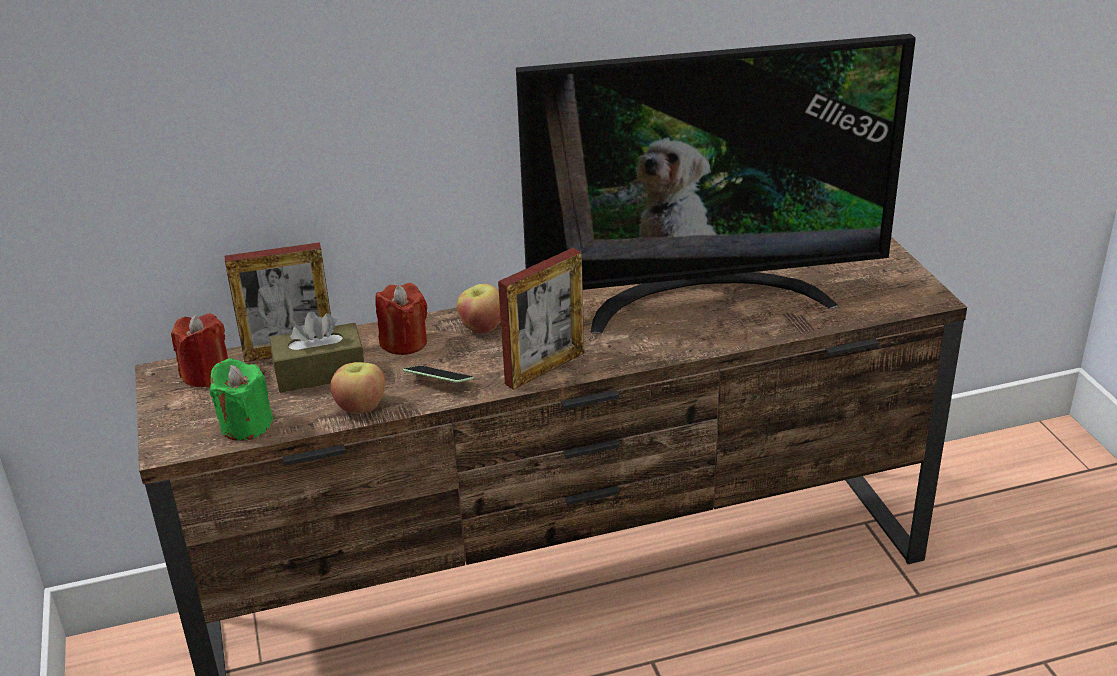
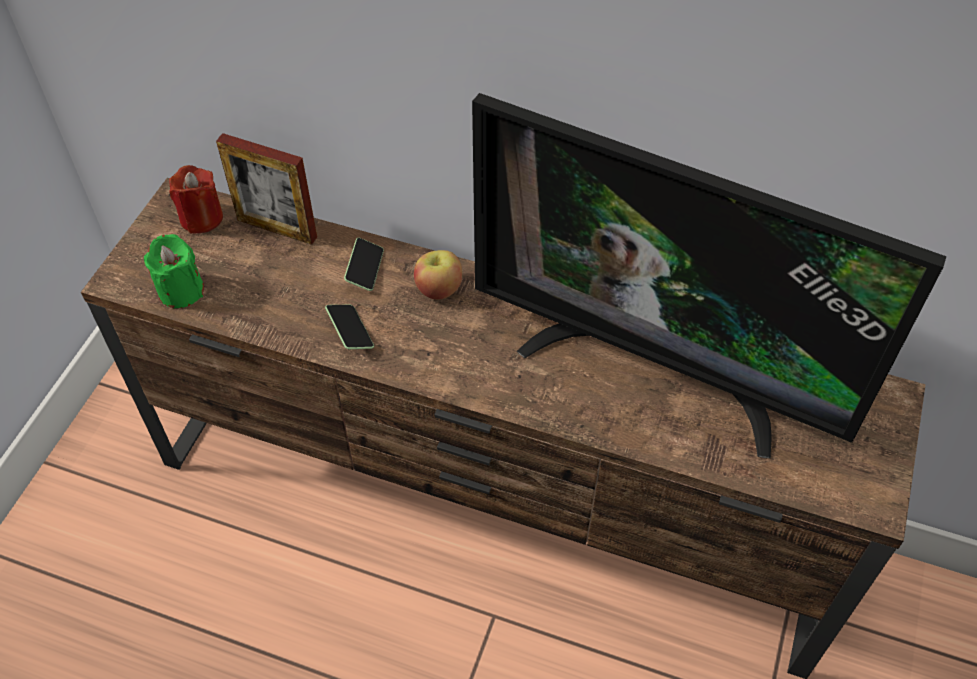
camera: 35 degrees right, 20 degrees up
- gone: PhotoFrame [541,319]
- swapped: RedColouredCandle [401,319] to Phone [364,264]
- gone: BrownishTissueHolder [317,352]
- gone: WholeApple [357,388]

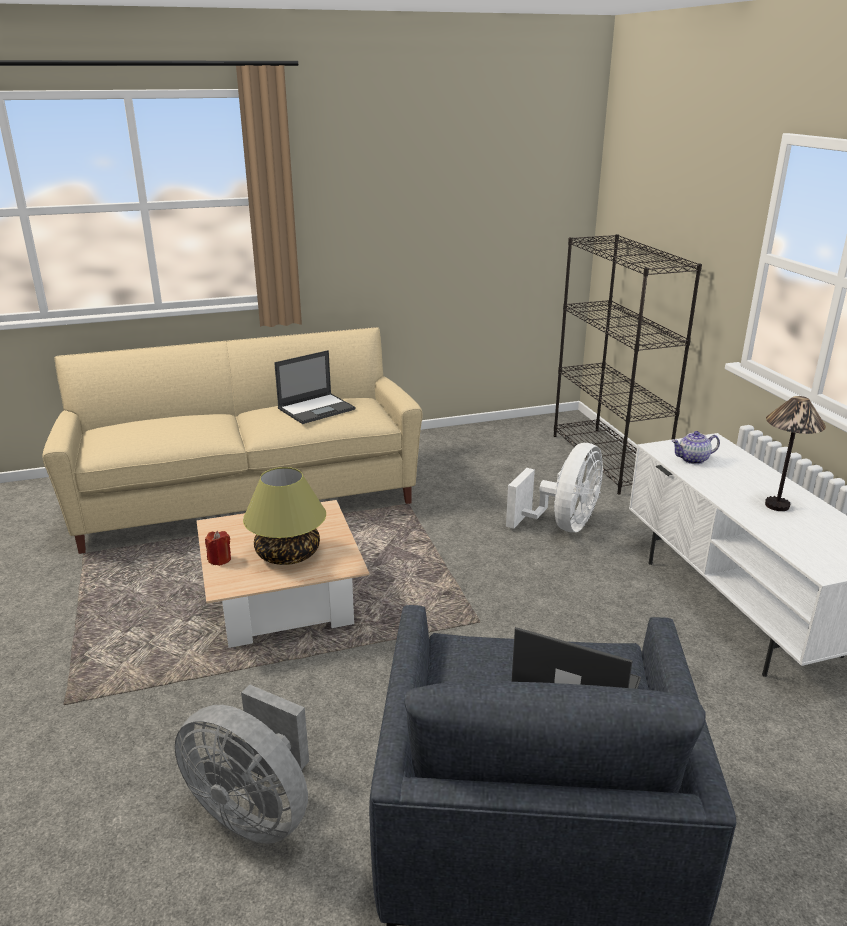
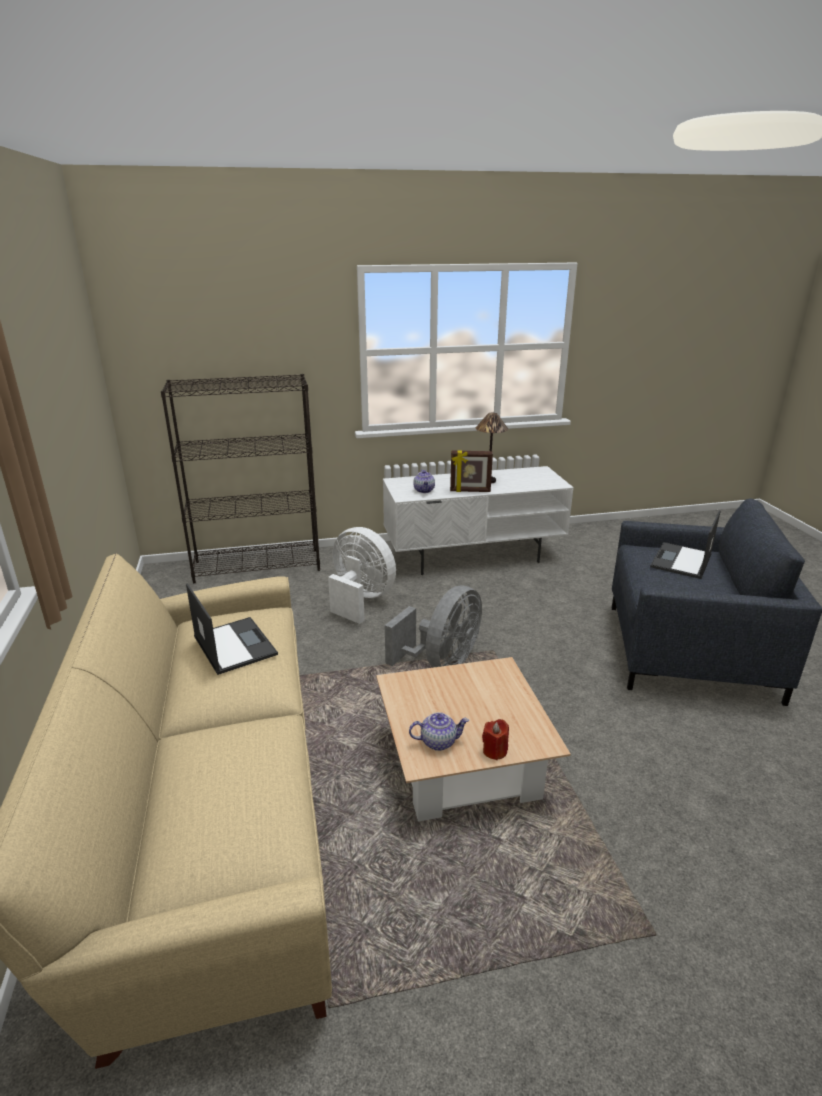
camera: 85 degrees left, 0 degrees up
- gone: LampForATable [284,516]
- shifted: GrayElectricFan [242,764] to [433,627]
- new: PhotoFrame [471,471]
- new: Teapot [439,731]

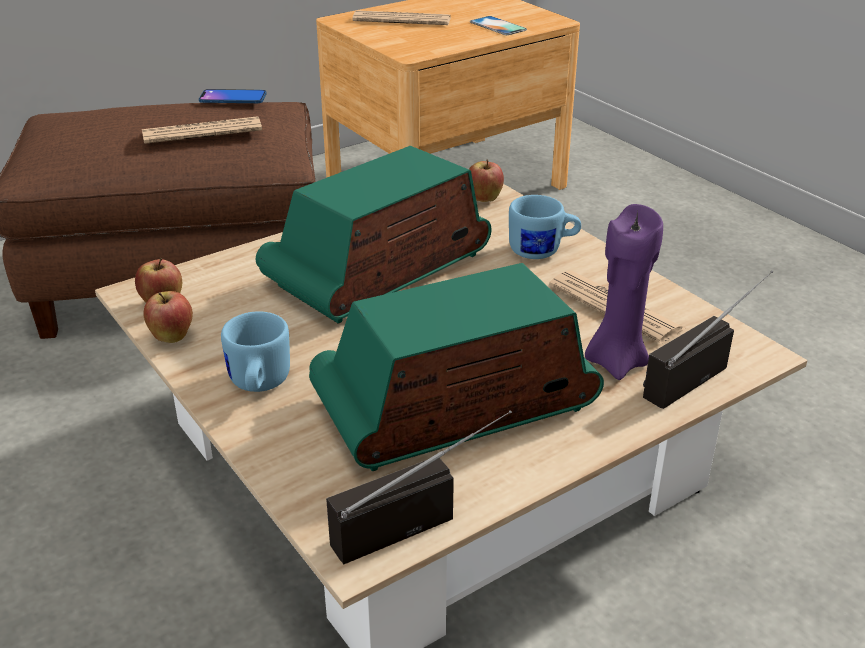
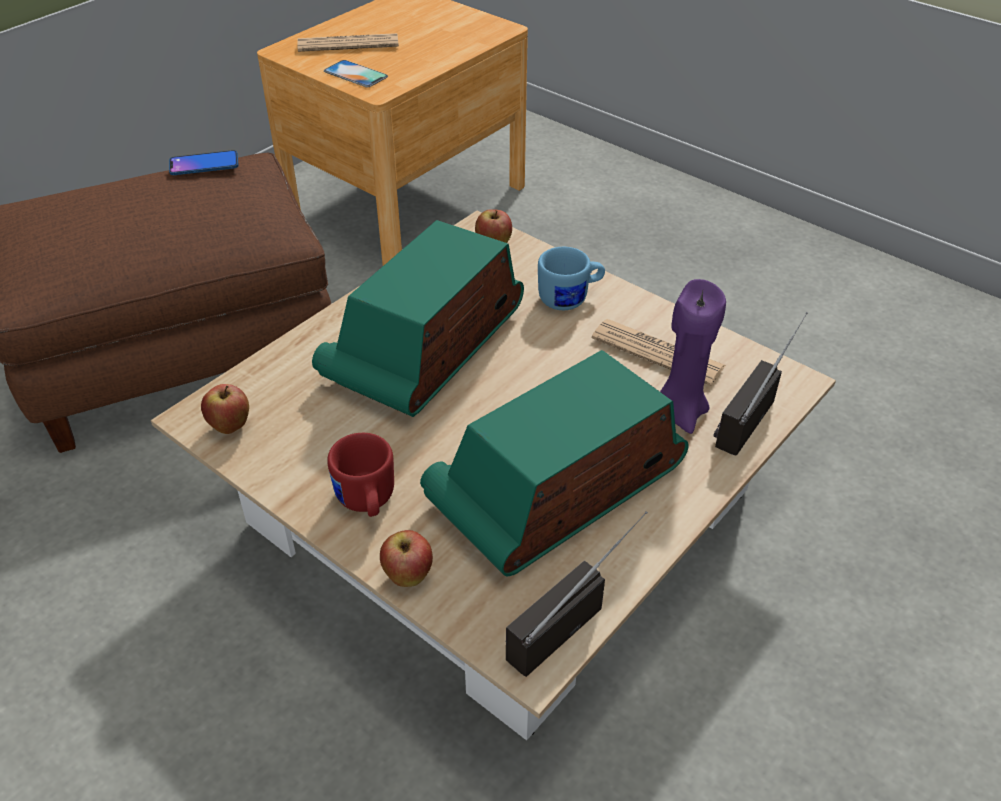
camera: 15 degrees left, 10 degrees up
- shifted: Phone [498,25] to [356,73]
- gone: PrintedPaper [202,130]
- shifted: WholeApple [168,317] to [406,558]
- repainted: BlueColouredCoffeeMug [255,352] to RedColouredCoffeeMug [360,475]

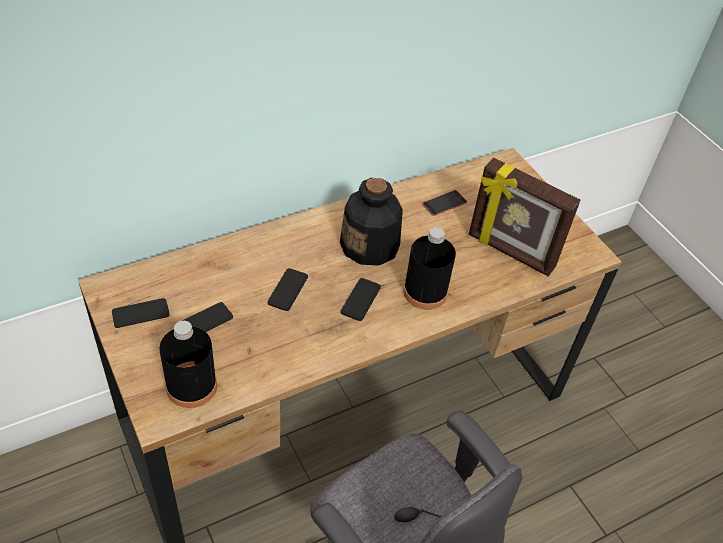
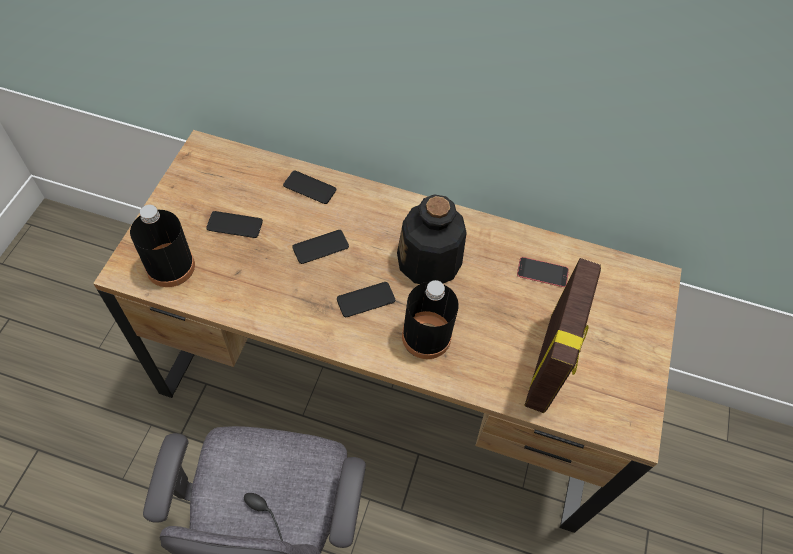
camera: 45 degrees right, 10 degrees up
- rotated: PhotoFrame [524,217] = [562,335] 150 degrees counterclockwise
- shifted: Phone [140,313] to [309,187]

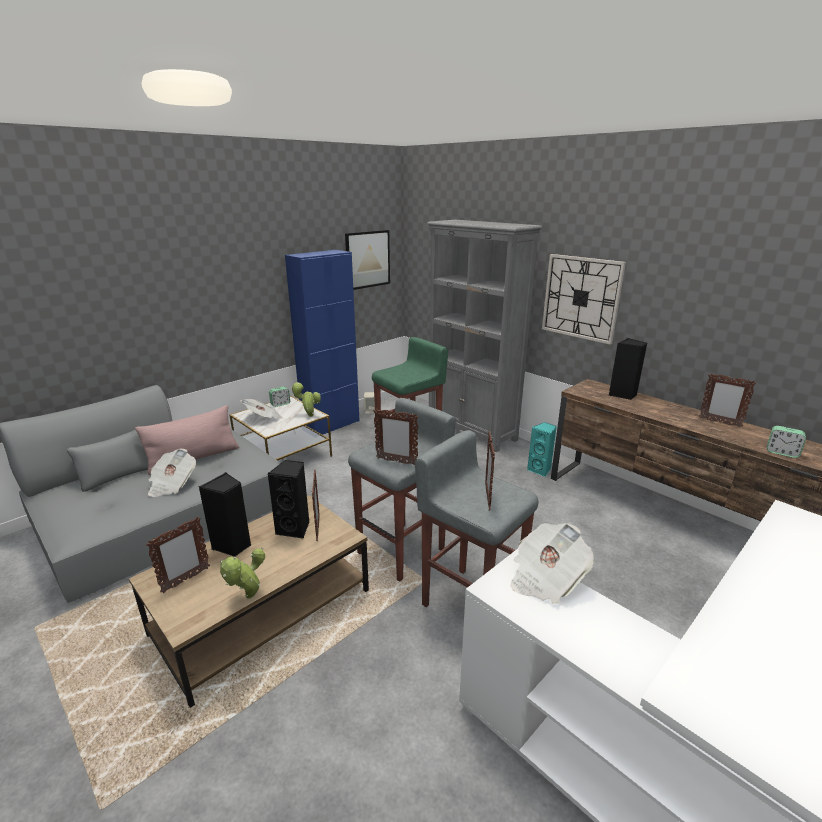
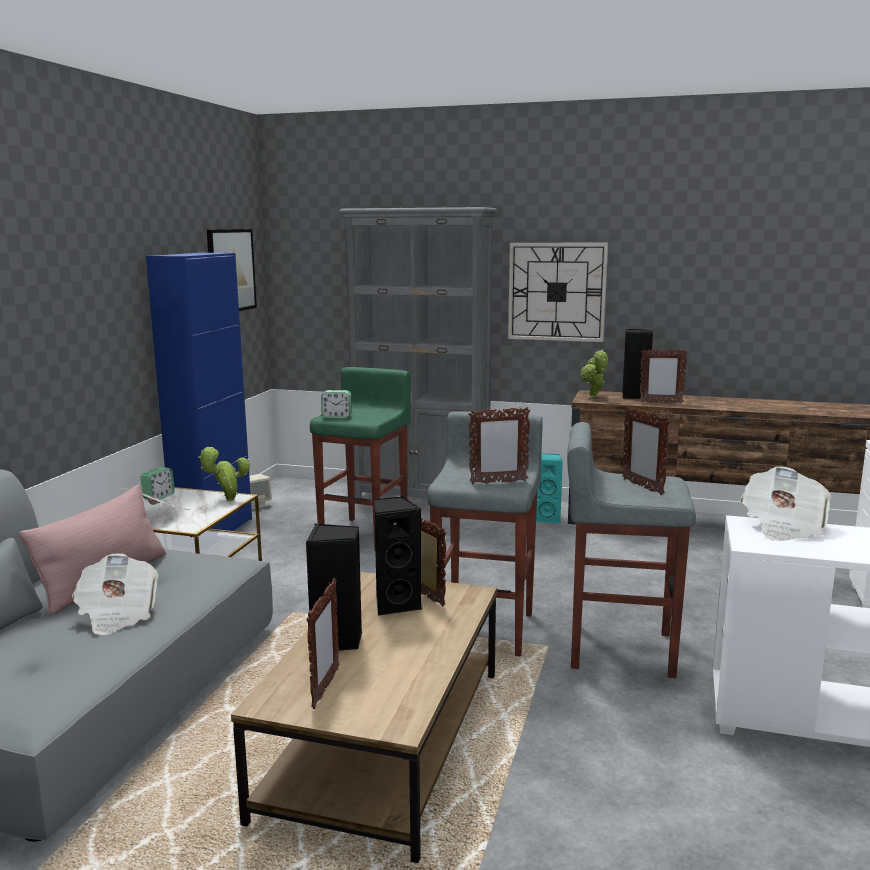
camera: 30 degrees left, 10 degrees down
- shifted: PhotoFrame [727,400] to [663,376]
- shifted: TableClock [786,442] to [336,404]
- shifted: PottedPlant [242,573] to [594,374]

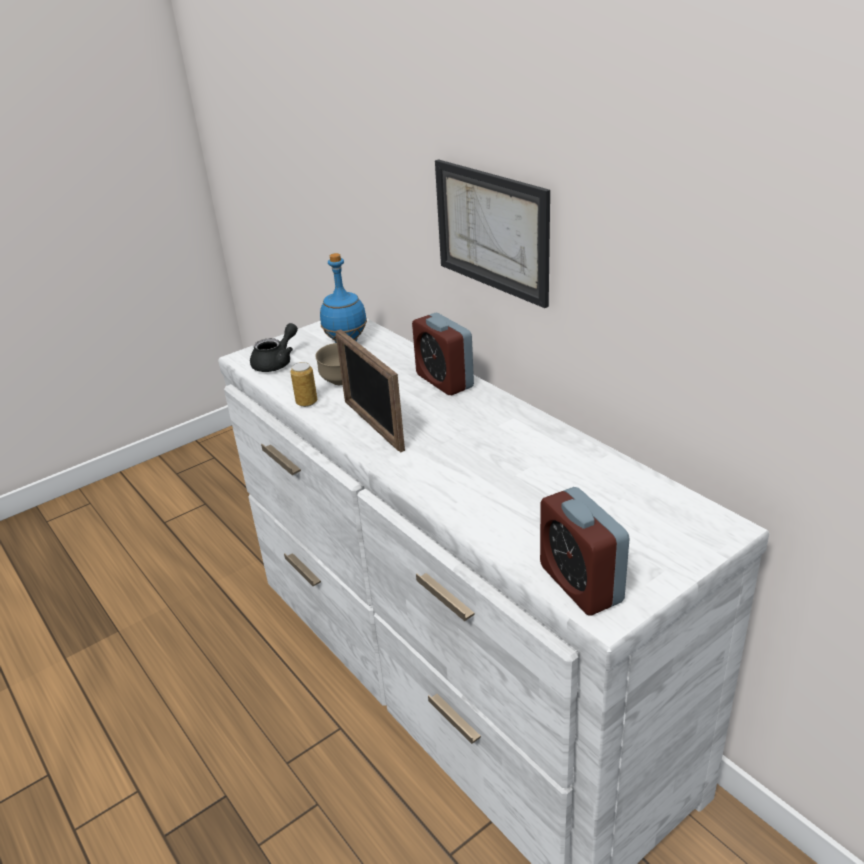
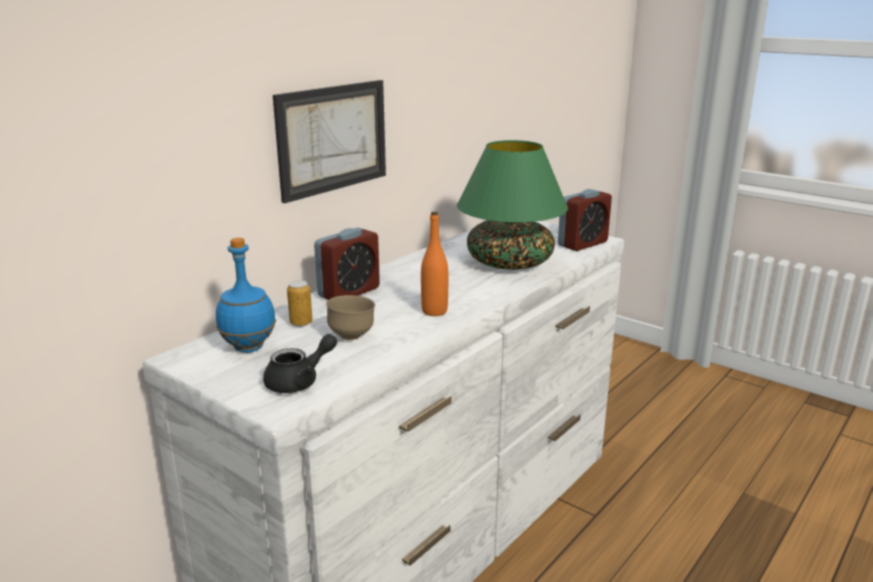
camera: 105 degrees left, 10 degrees down
- rotated: BlackishTeapot [274,347] = [300,363] 120 degrees clockwise
- swapped: PhotoFrame [370,391] to OrangeyBottle [434,263]
- shifted: MetalCan [303,384] to [299,303]
- new: GreenLampForATable [512,204]

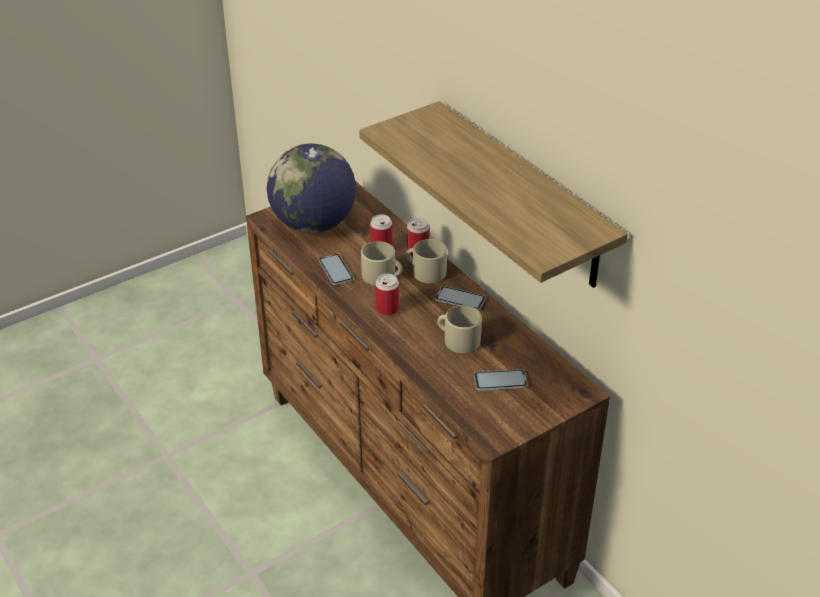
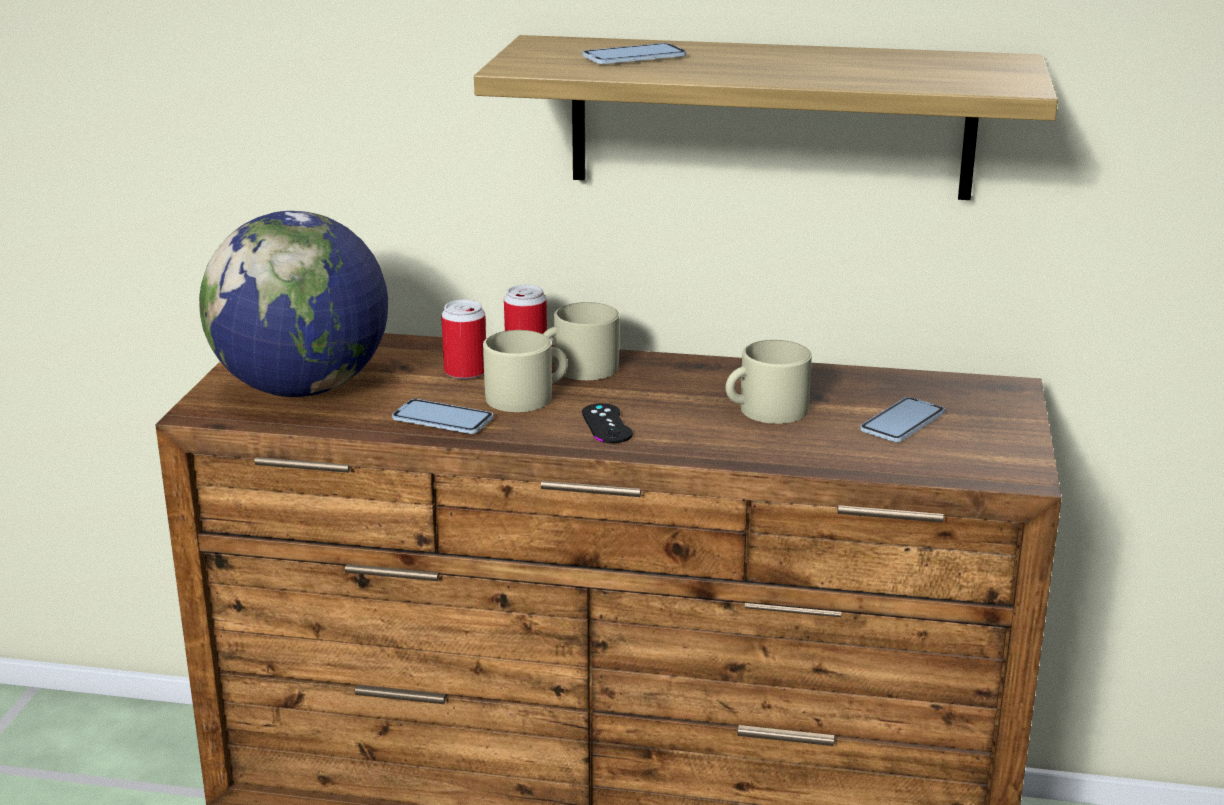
camera: 45 degrees left, 15 degrees down
- swapped: MetalCan [387,295] to BlackishGamepad [607,423]
- shifted: Phone [460,298] to [634,53]

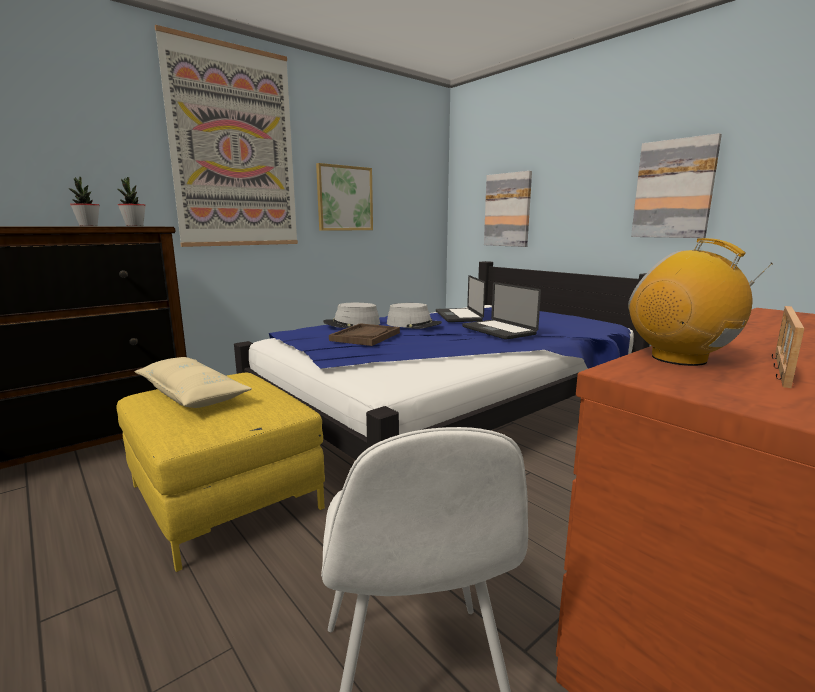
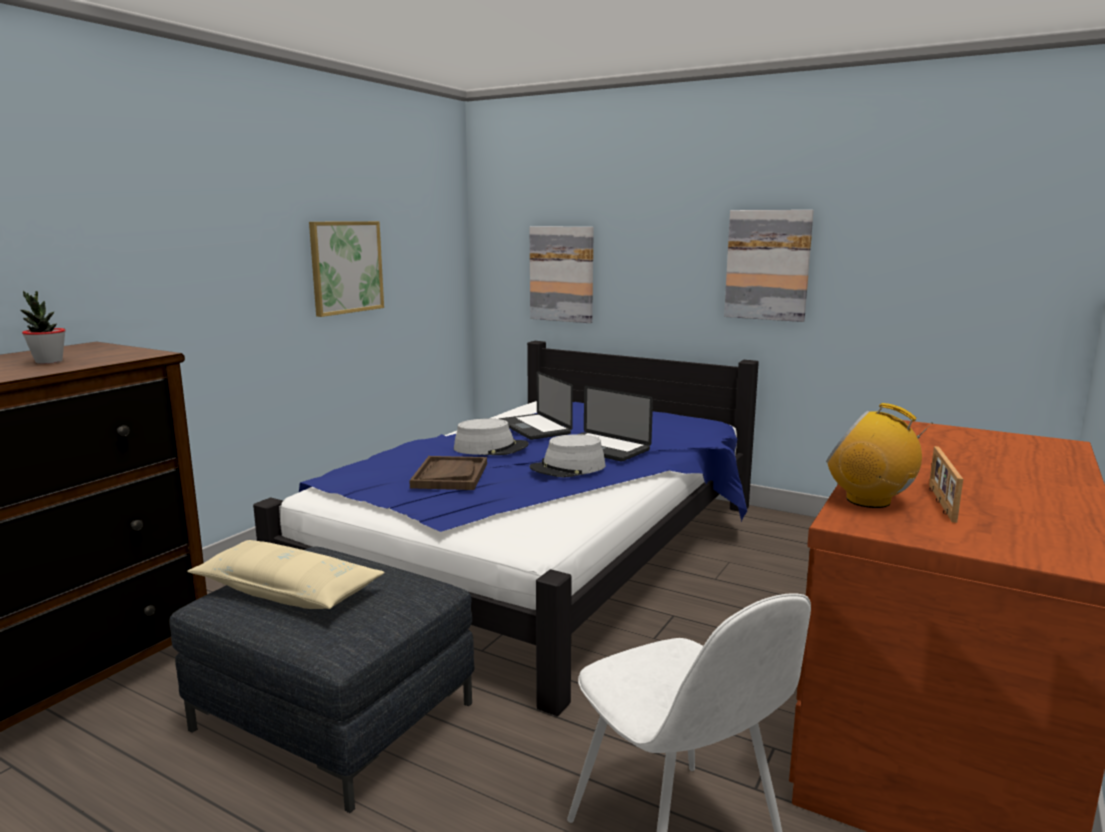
camera: 20 degrees left, 0 degrees up
- gone: WallArt [226,136]
- gone: PottedPlant [132,201]
- shifted: GrayHat [351,315] to [568,455]
- repainted: YellowColouredPouffe [221,472] to GrayPouffe [322,680]

